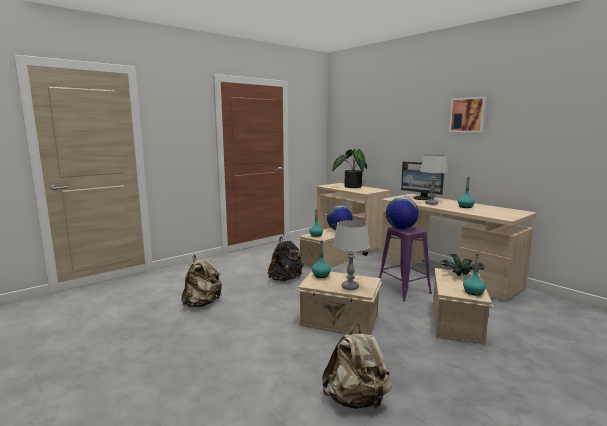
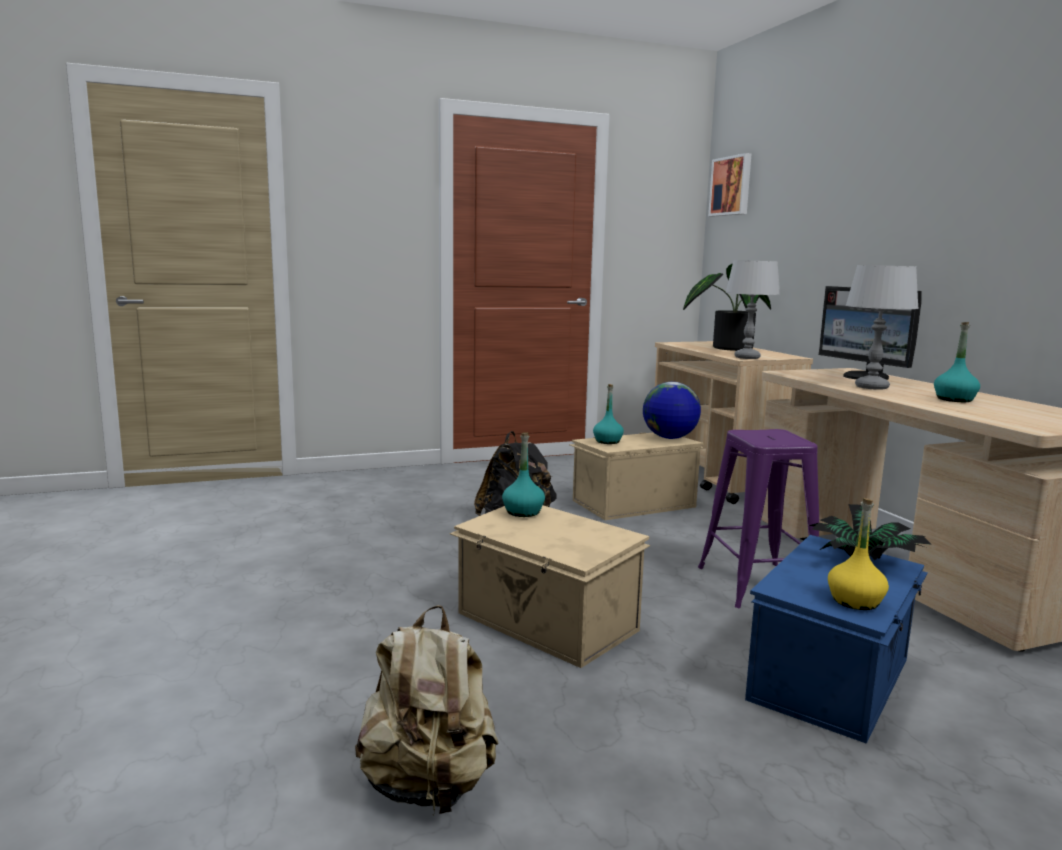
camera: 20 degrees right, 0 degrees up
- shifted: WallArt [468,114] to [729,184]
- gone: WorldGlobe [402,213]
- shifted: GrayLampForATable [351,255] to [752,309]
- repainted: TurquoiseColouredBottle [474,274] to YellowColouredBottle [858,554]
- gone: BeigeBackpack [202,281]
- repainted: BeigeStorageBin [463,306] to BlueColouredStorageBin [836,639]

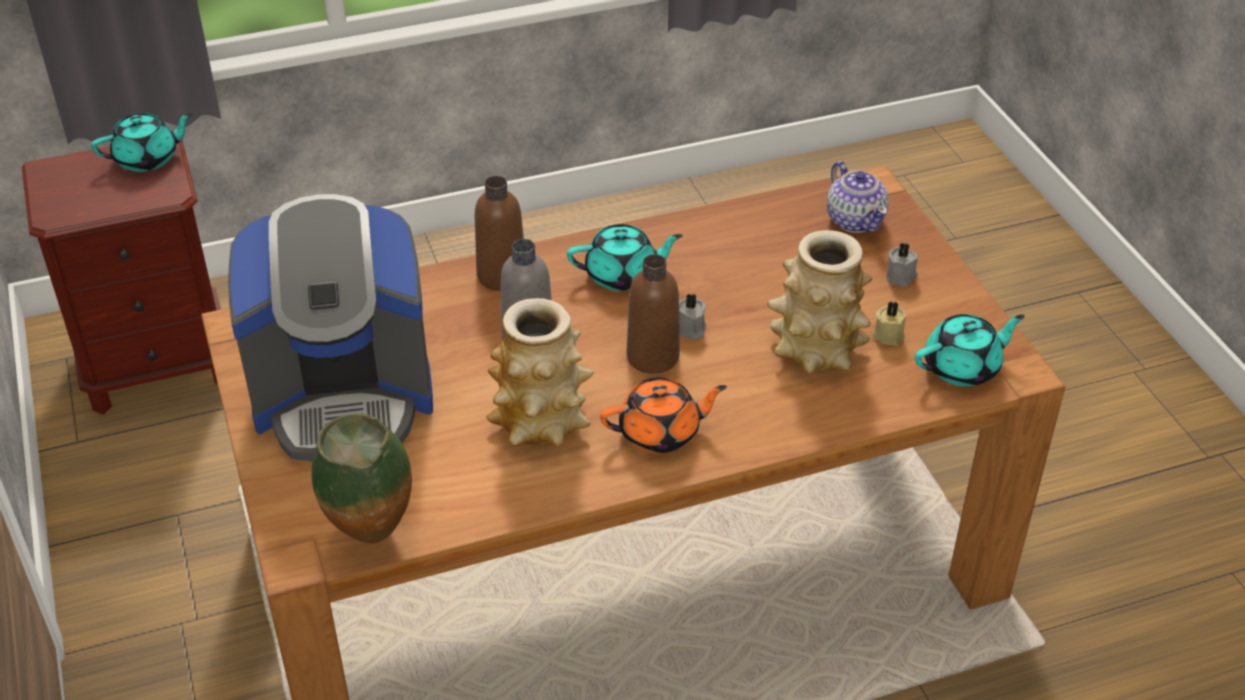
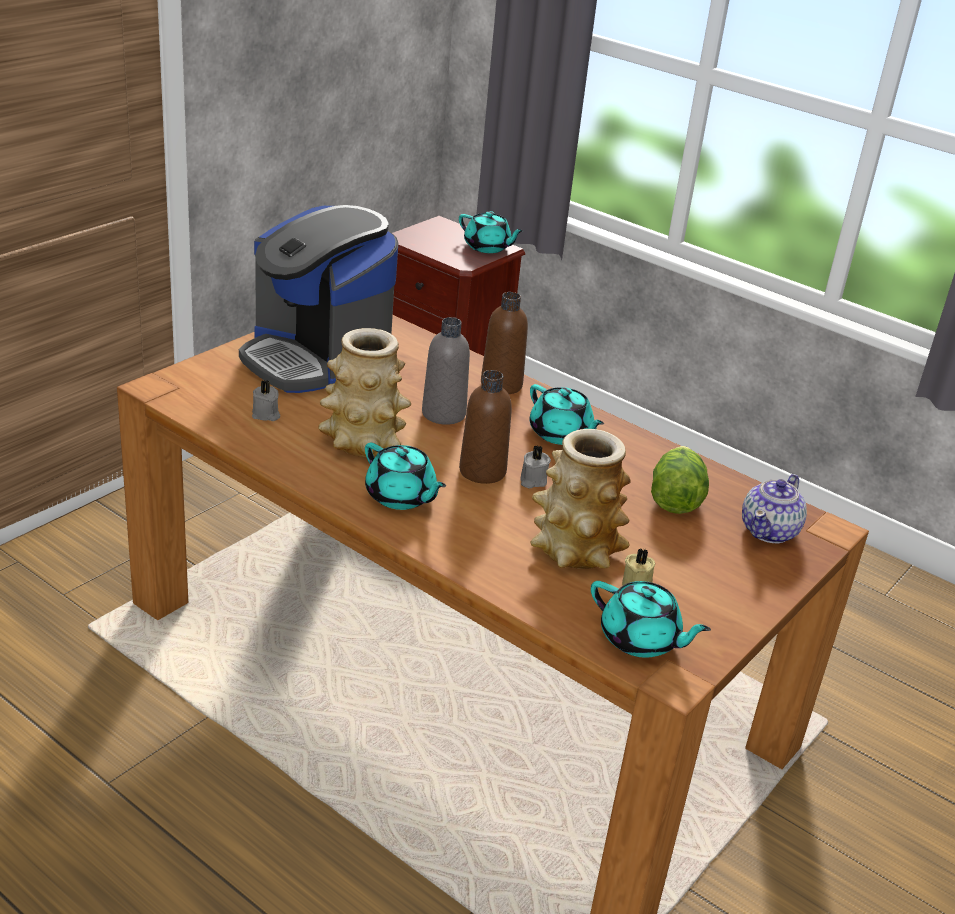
camera: 55 degrees right, 10 degrees down
- shifted: GrayCandle [902,265] to [266,400]
- repainted: OrangeyTeapot [663,415] to TurquoiseColouredTeapot [405,476]
- gone: DecorativeVase [362,478]
- new: LettuceHead [680,480]

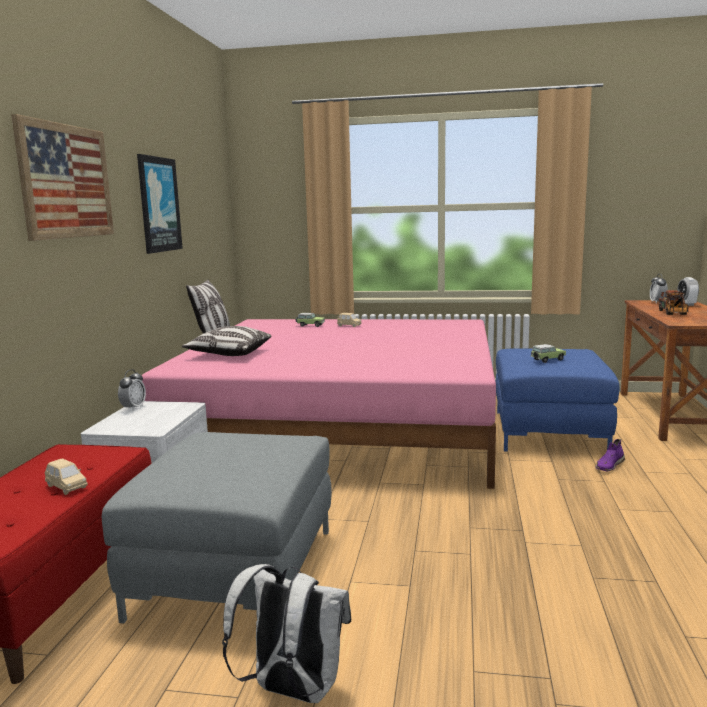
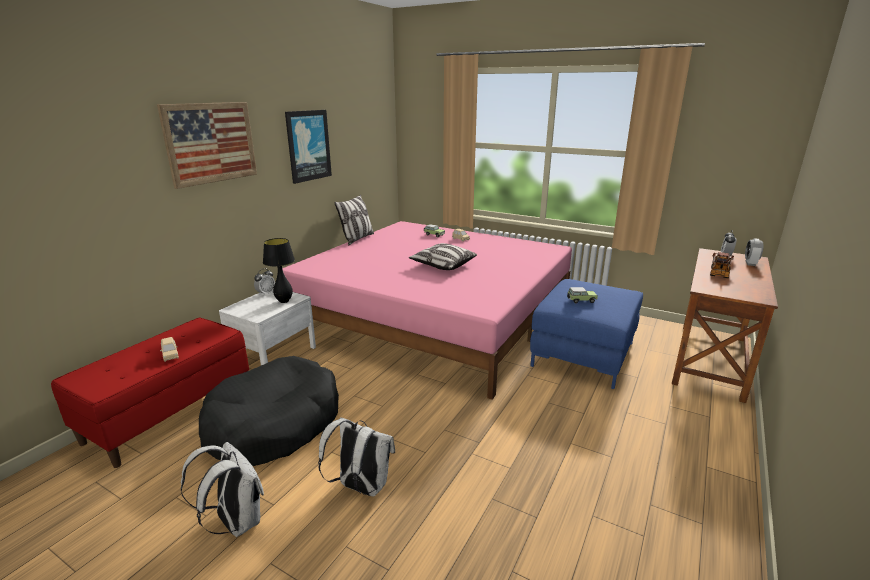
camera: 20 degrees right, 10 degrees up
- shifted: Pillow [227,341] to [443,256]
- swapped: GrayPouffe [217,527] to BlackishDogCushion [269,411]
- gone: PurpleColouredLowShoe [610,455]
- new: BlackishLampForATable [279,270]
- new: WhiteBackpack [356,457]

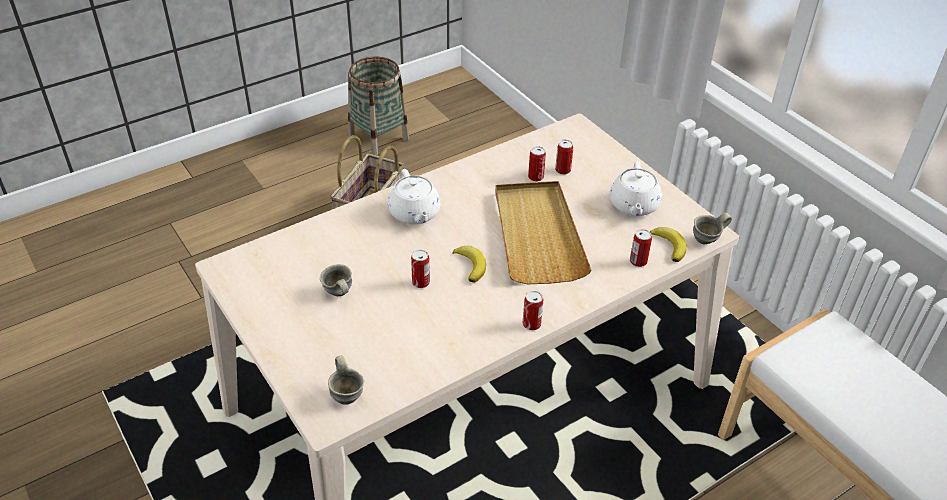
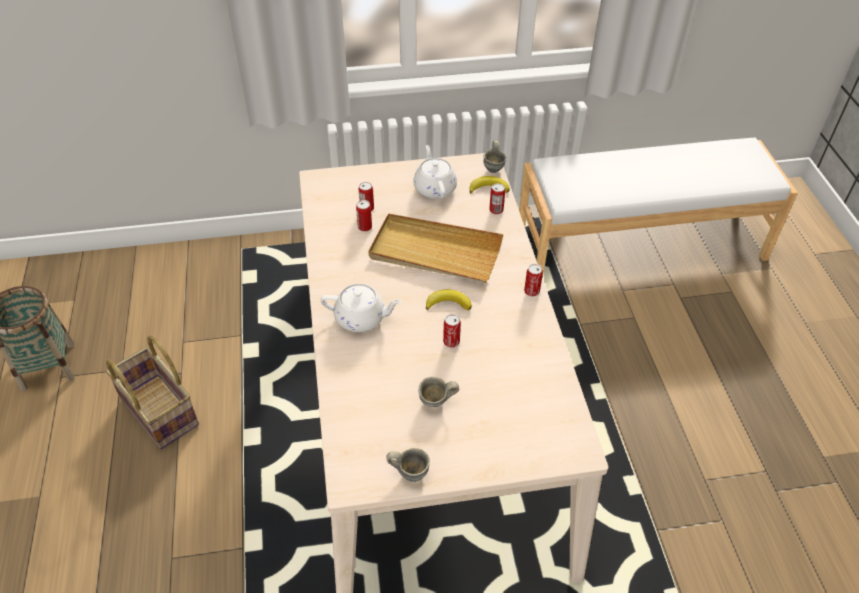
camera: 65 degrees left, 5 degrees up
- rotated: WhiteTeapot [636,188] = [435,172] 135 degrees counterclockwise
- shifted: GrayCoffeeMug [346,380] to [408,465]

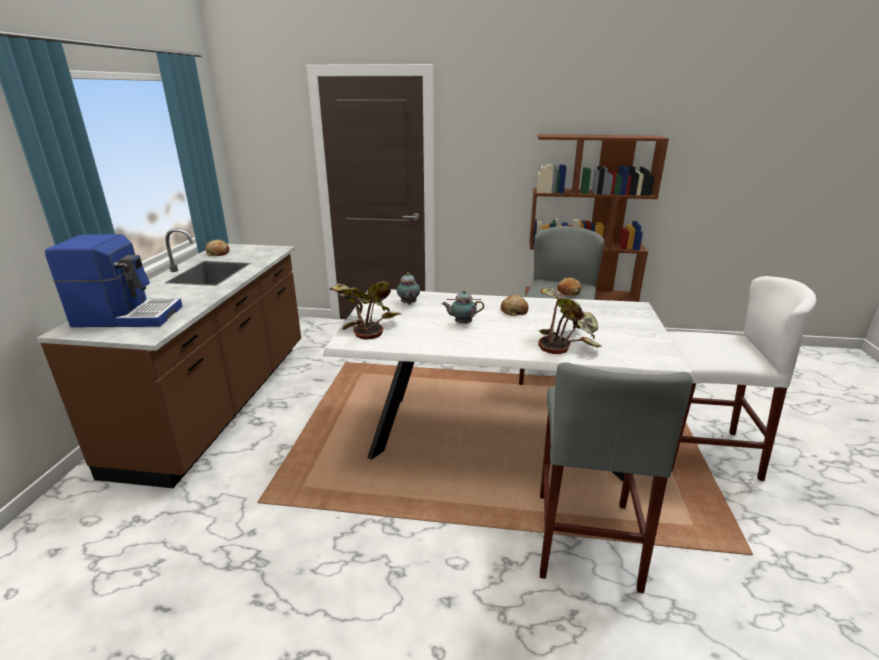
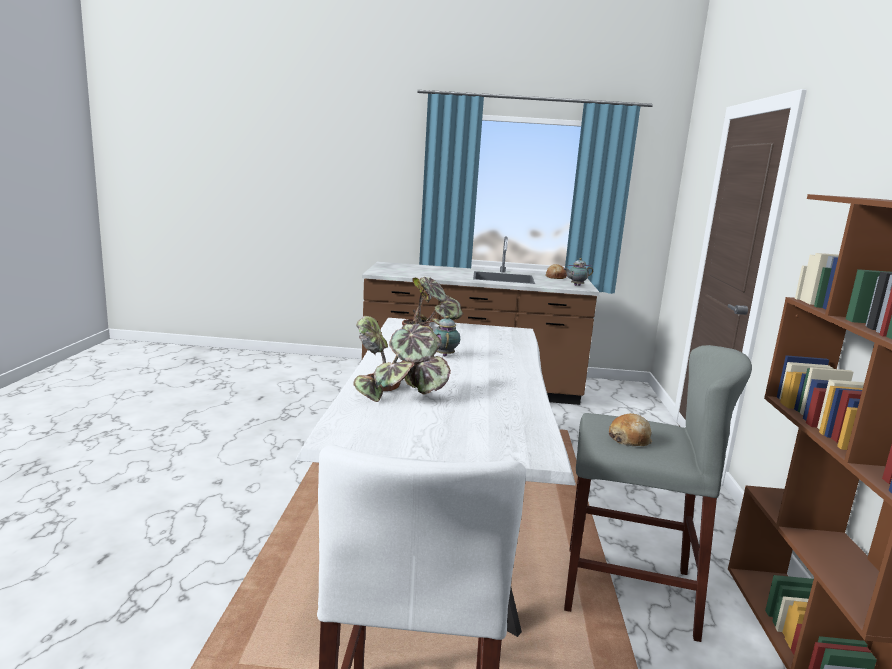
camera: 85 degrees right, 10 degrees down
- gone: CoffeeMaker [114,280]
- shifted: Teapot [408,289] to [578,272]
- gone: BakedBread [514,305]
- gone: GrayStool [616,477]

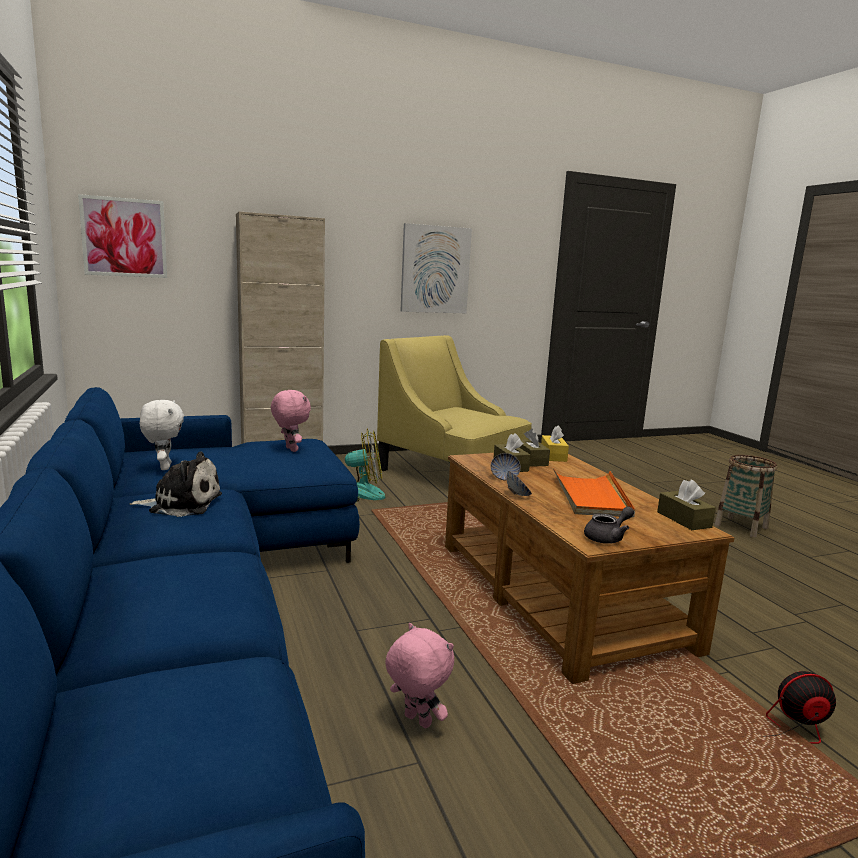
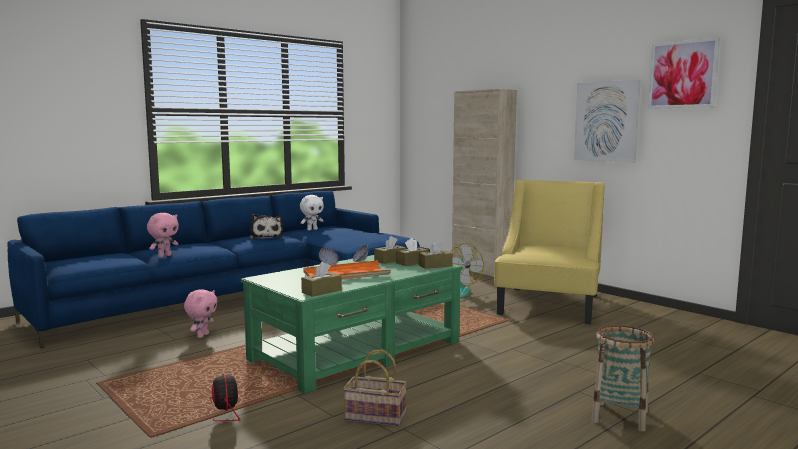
camera: 70 degrees right, 5 degrees down
- shifted: WallArt [122,236] to [684,73]
- shifted: PinkishSoftToy [291,421] to [163,235]
- repainted: YellowColouredTissueHolder [555,443] to BrownishTissueHolder [436,254]
- repainted: BrownishLowTable [590,568] to GreenLowTable [352,324]
- gone: GrayTeapot [609,525]
- new: HouseholdBasket [375,388]

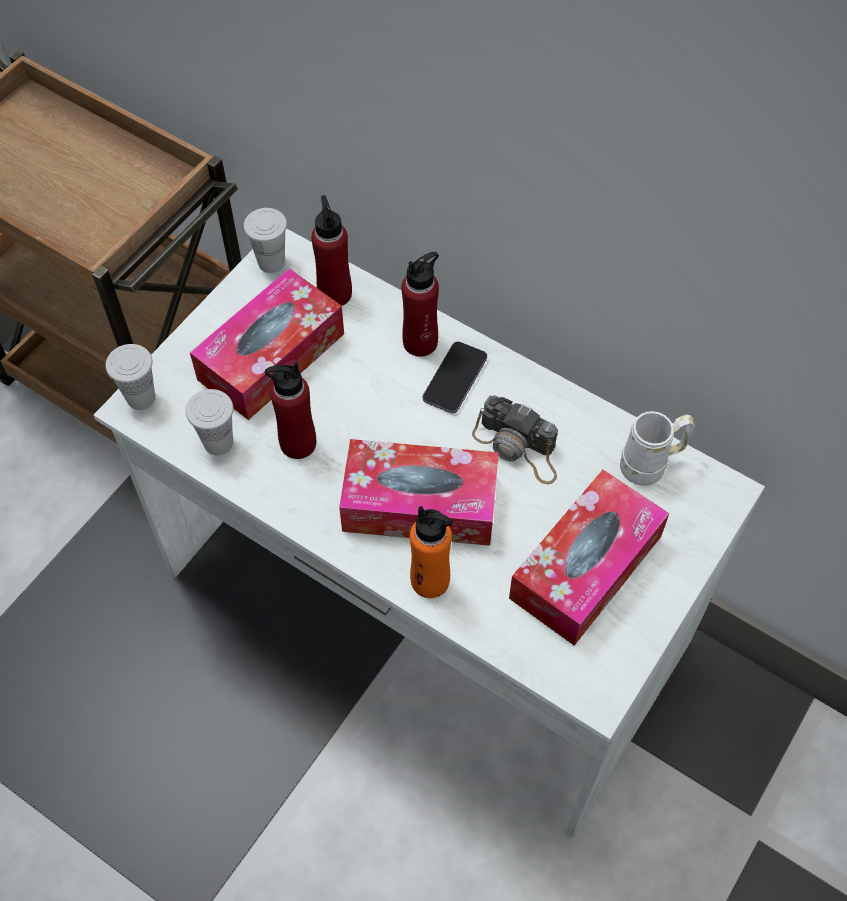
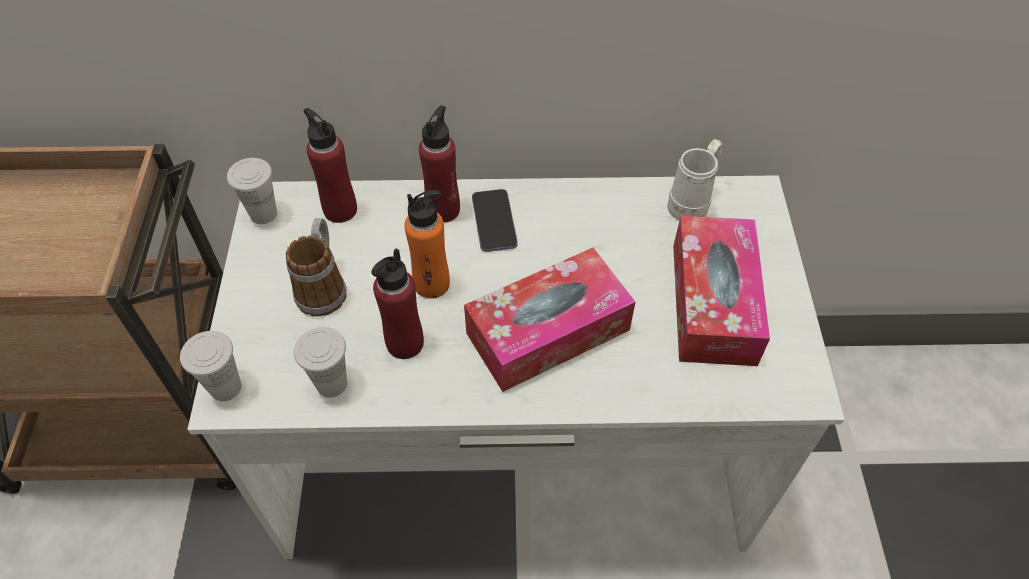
camera: 35 degrees left, 5 degrees down
- swapped: TissueHolder [267,344] to CoffeeMug [316,267]
- gone: StillCamera [515,440]
- shifted: OrangeyBottle [431,552] to [427,244]

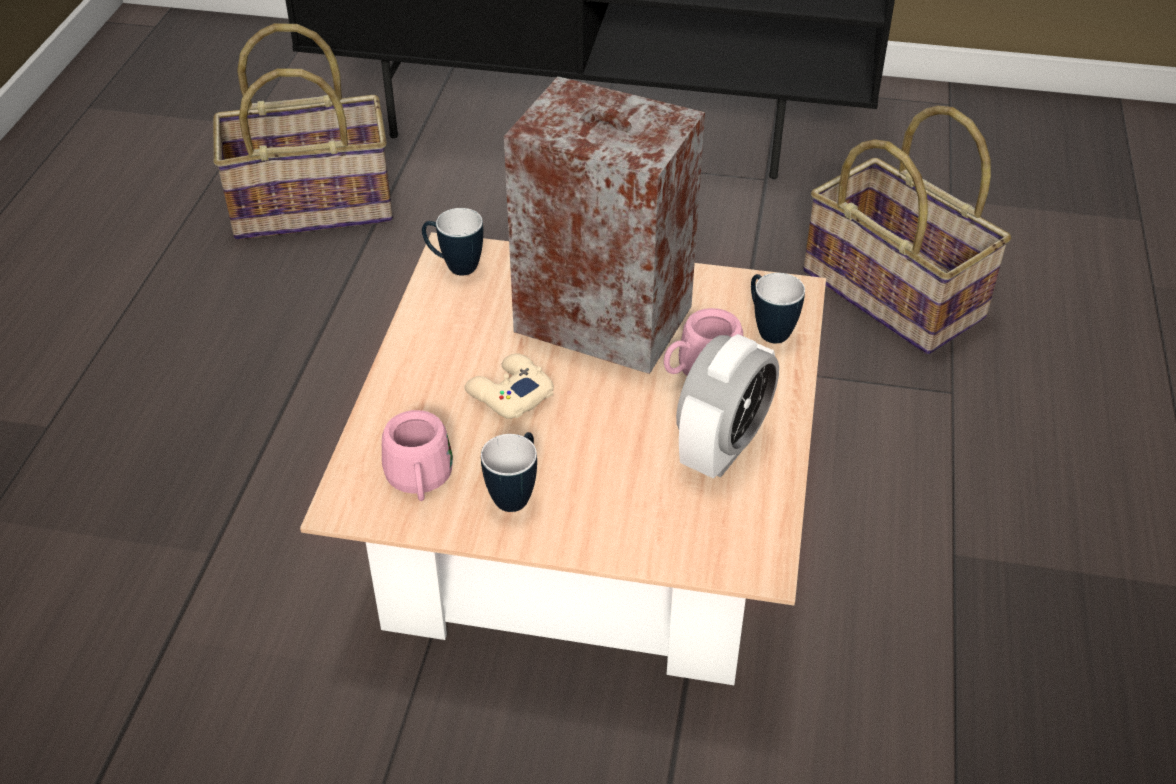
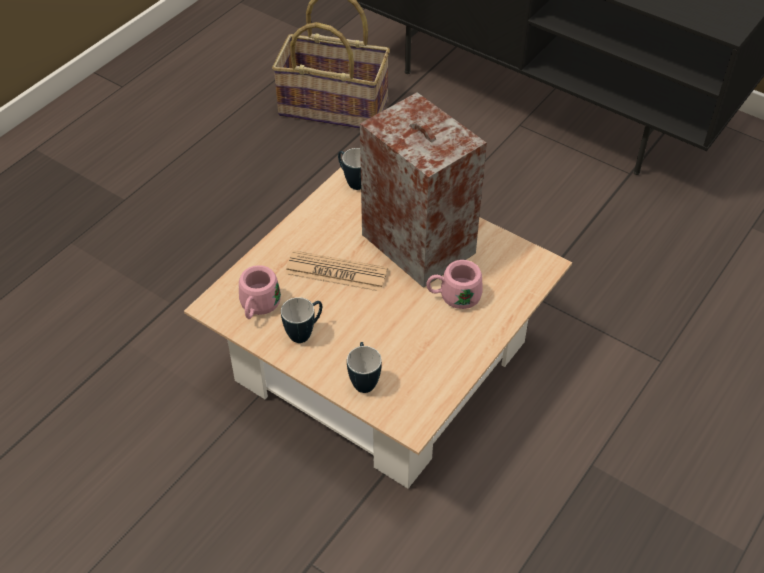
camera: 25 degrees right, 5 degrees up
- gone: HouseholdBasket [907,230]
- shifted: CoffeeMug [778,308] to [364,367]
- gone: TableClock [727,406]
- swapped: BeigeGamepad [509,386] to PrintedPaper [336,271]

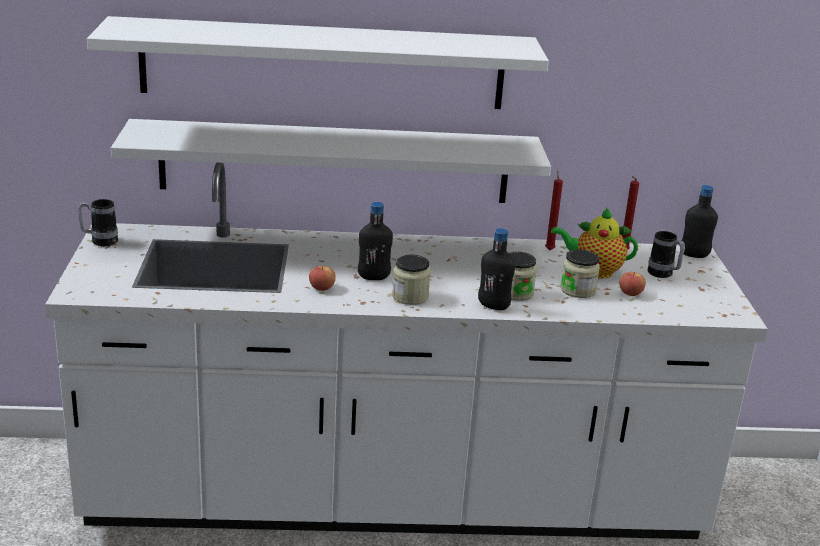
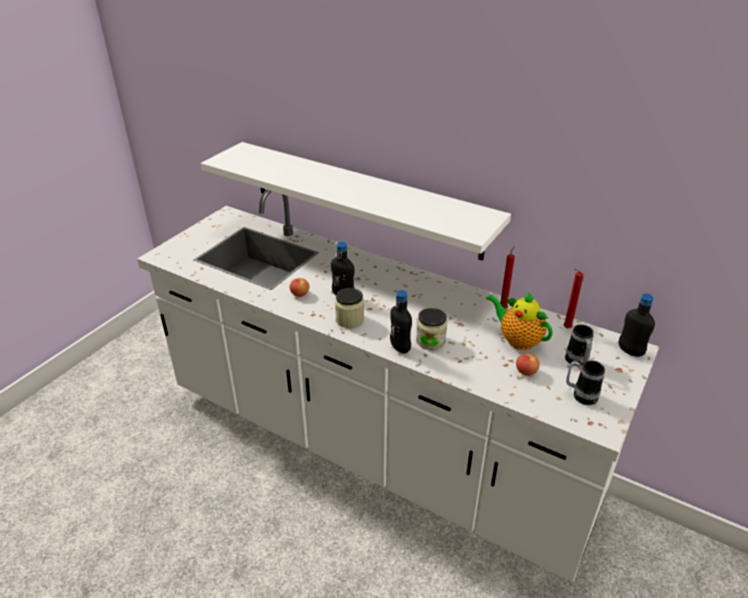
camera: 35 degrees right, 10 degrees up
- gone: WhiteWallShelf [318,62]
- shifted: CoffeeMug [98,222] to [585,382]
- gone: StorageJar [580,273]

